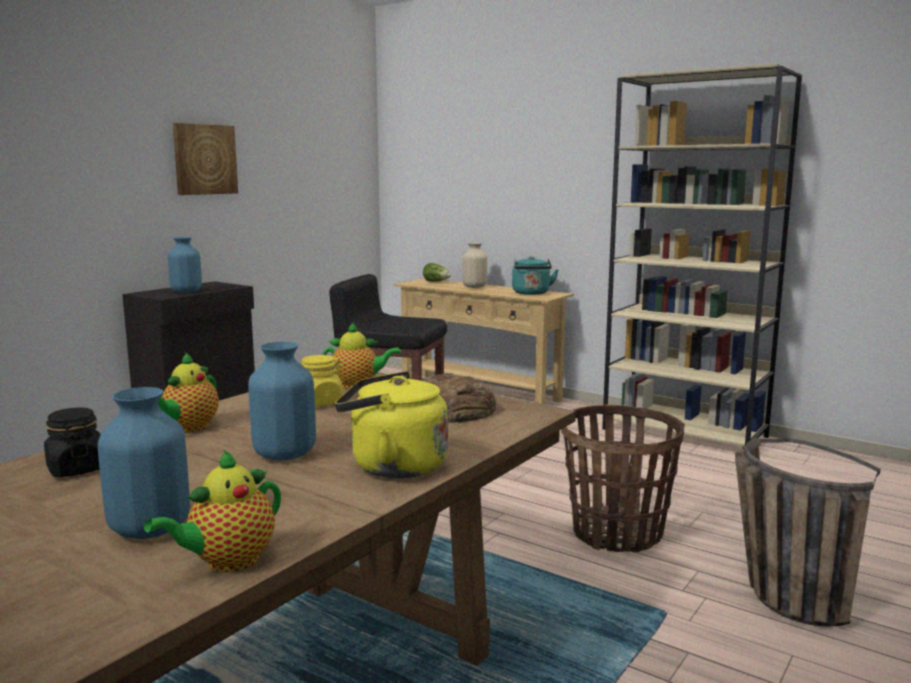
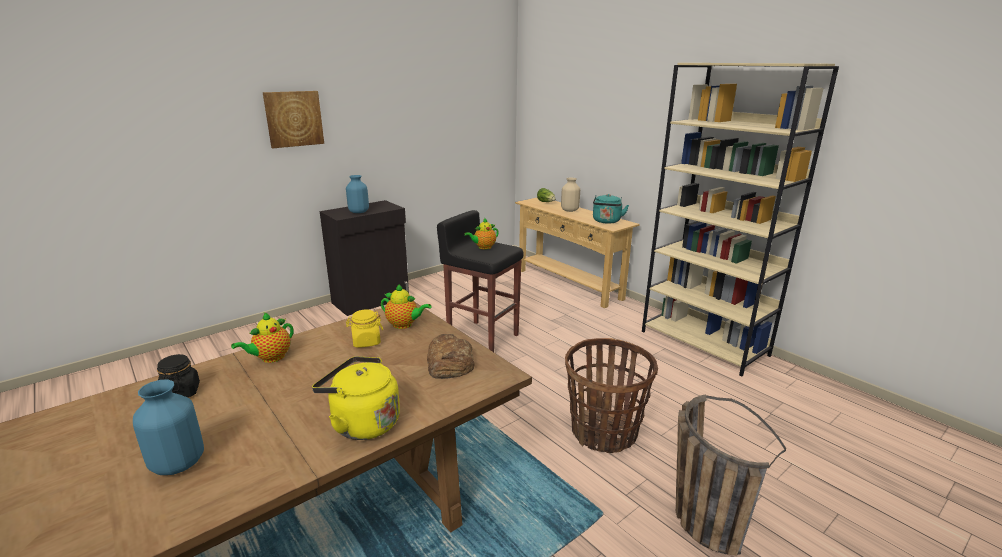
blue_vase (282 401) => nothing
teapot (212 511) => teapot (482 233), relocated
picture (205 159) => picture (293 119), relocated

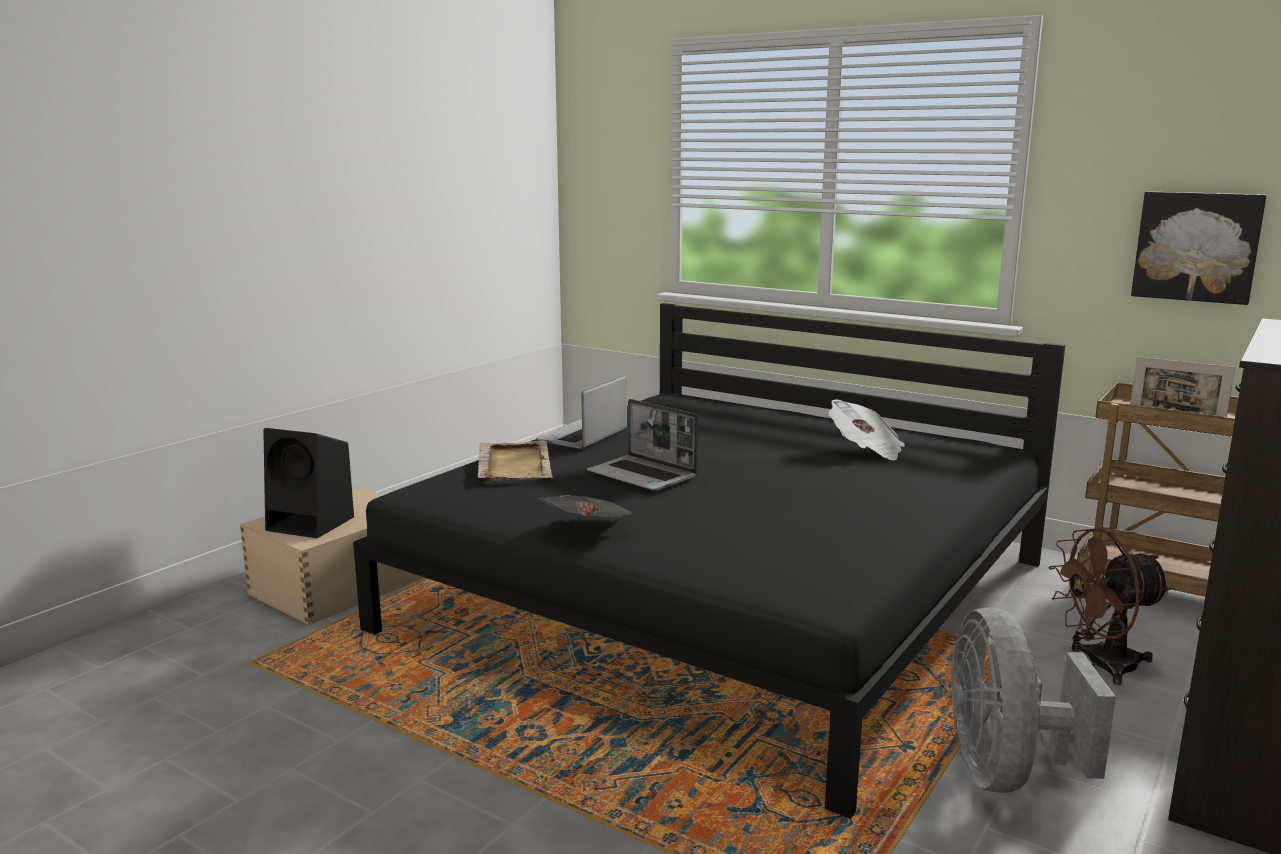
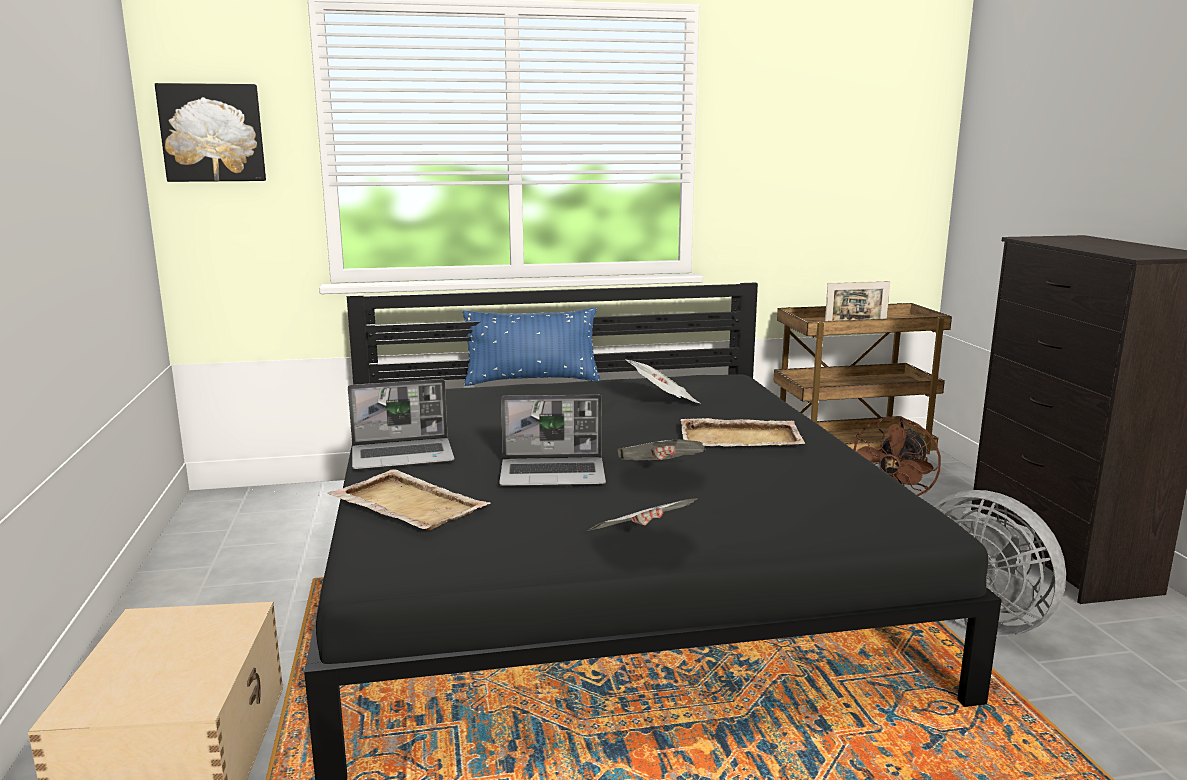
black_speaker (308 483) => nothing
nothing => blue_pillow (531 346)
nothing => newspaper (661 450)
nothing => beige_tray (743 432)
picture (1199 248) => picture (210 132), relocated
laptop (581 412) => laptop (401 424), 90 degrees counterclockwise

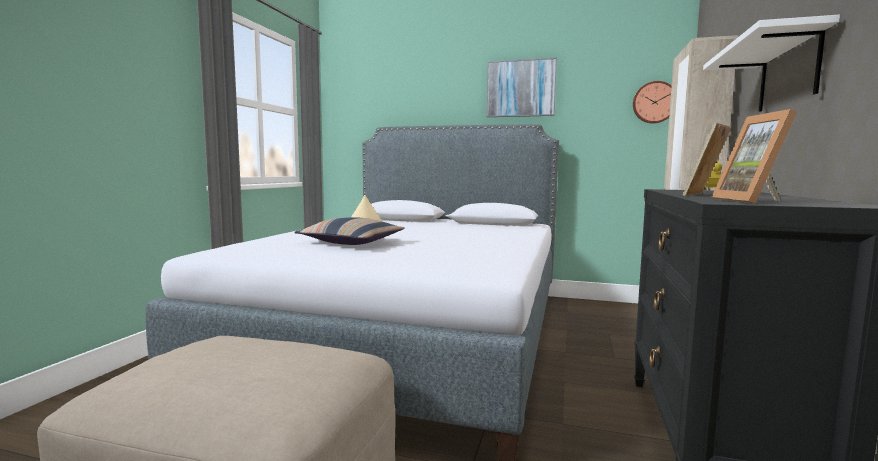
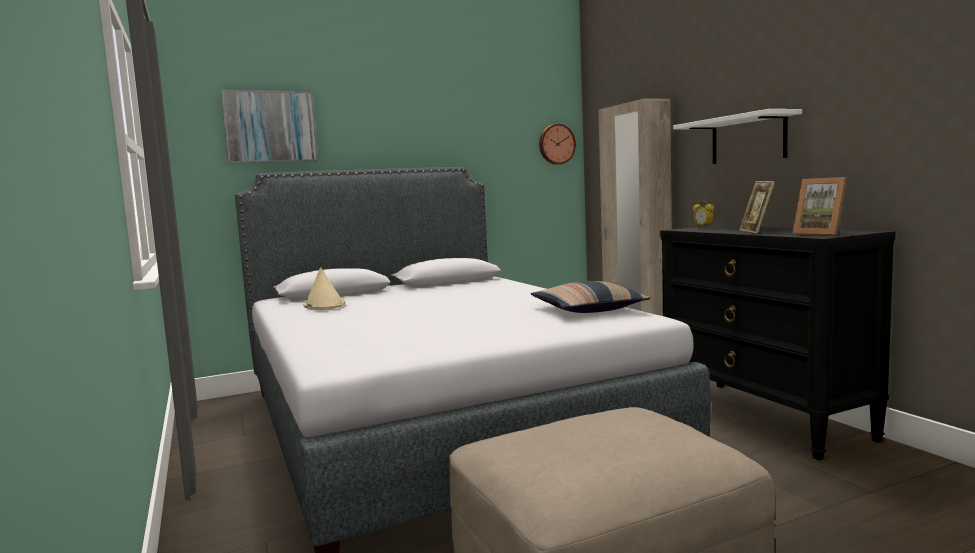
pillow (349 231) => pillow (590 297), relocated
picture (522 87) => picture (269 126), relocated

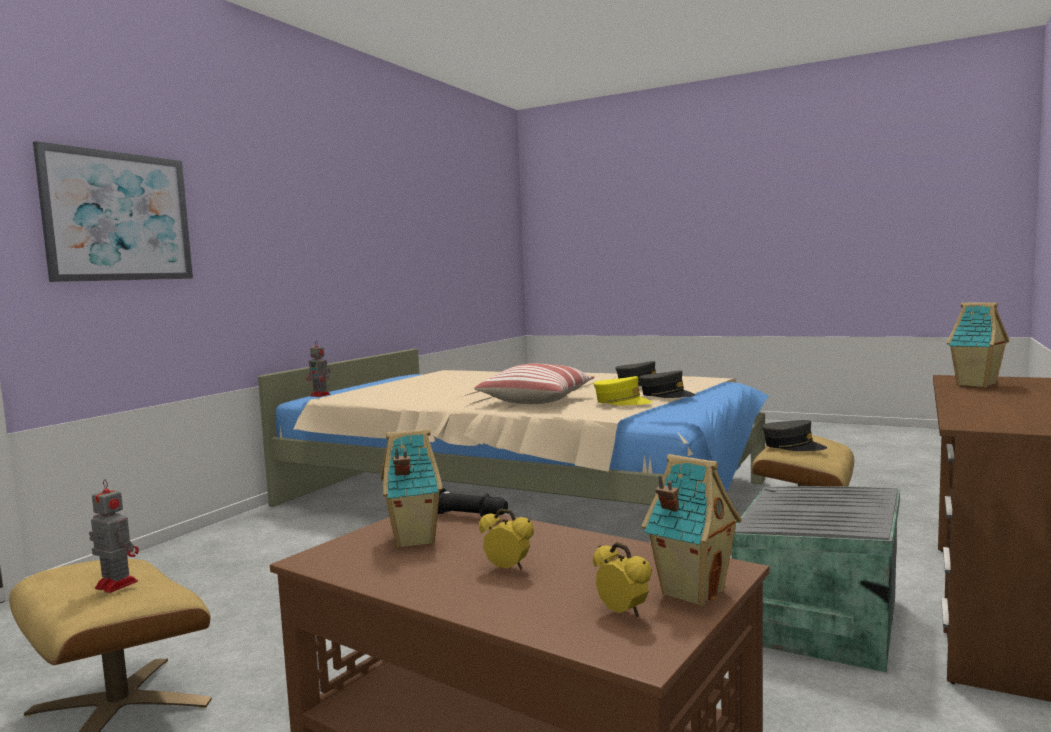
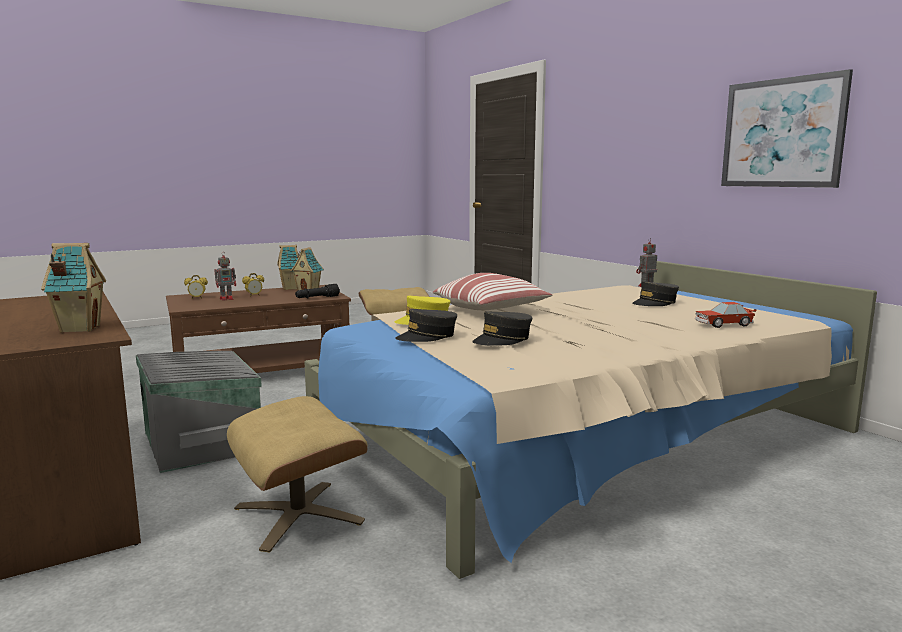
nothing => toy_car (726 315)
picture (113 211) => picture (787 128), relocated
toy_robot (114 536) => toy_robot (225 276), relocated
toy_house (692 530) => toy_house (287 267), relocated
grey_cap (794 435) => grey_cap (655 293), relocated

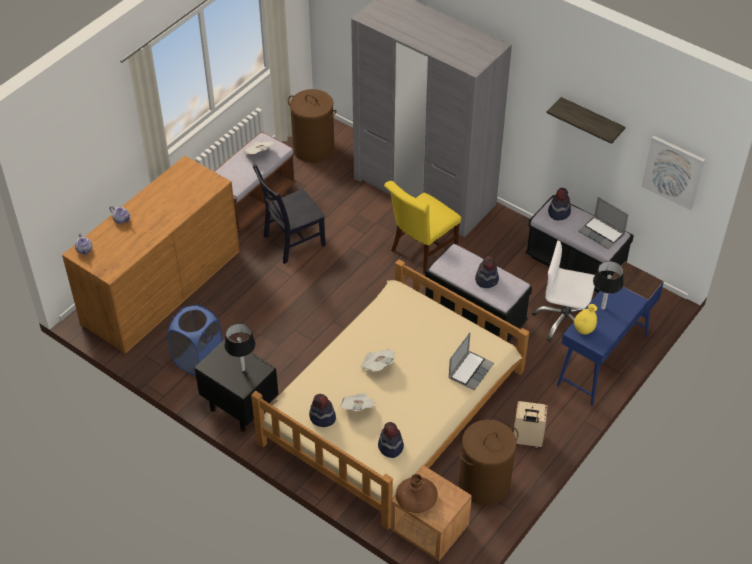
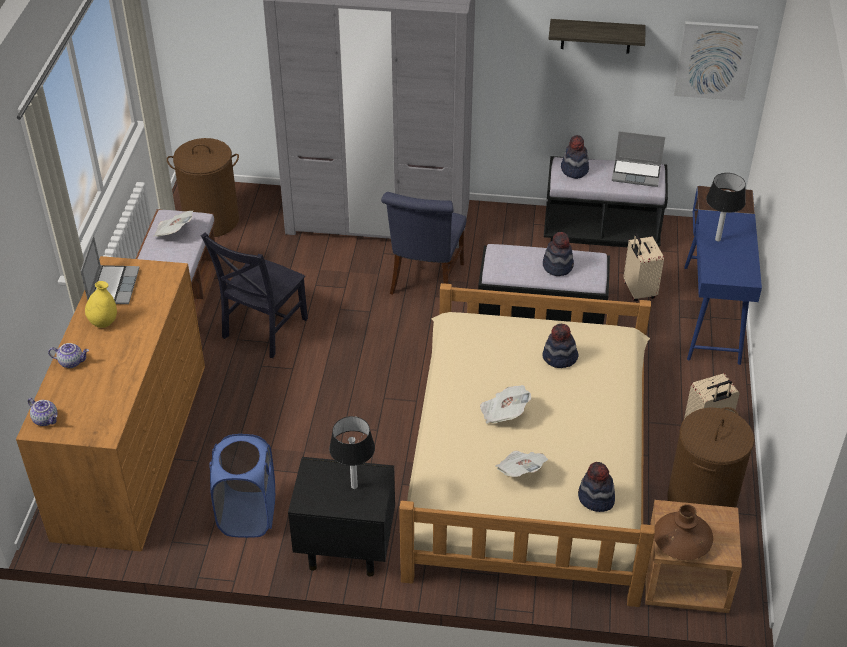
hat (322 410) => hat (560 346), relocated
laptop (471 361) => laptop (110 269), relocated
yellow_vase (585 319) => yellow_vase (101 304), relocated
white_office_chair (563 291) => beige_suitcase (644 267)
yellow_chair (422 227) => blue_chair (423 243)

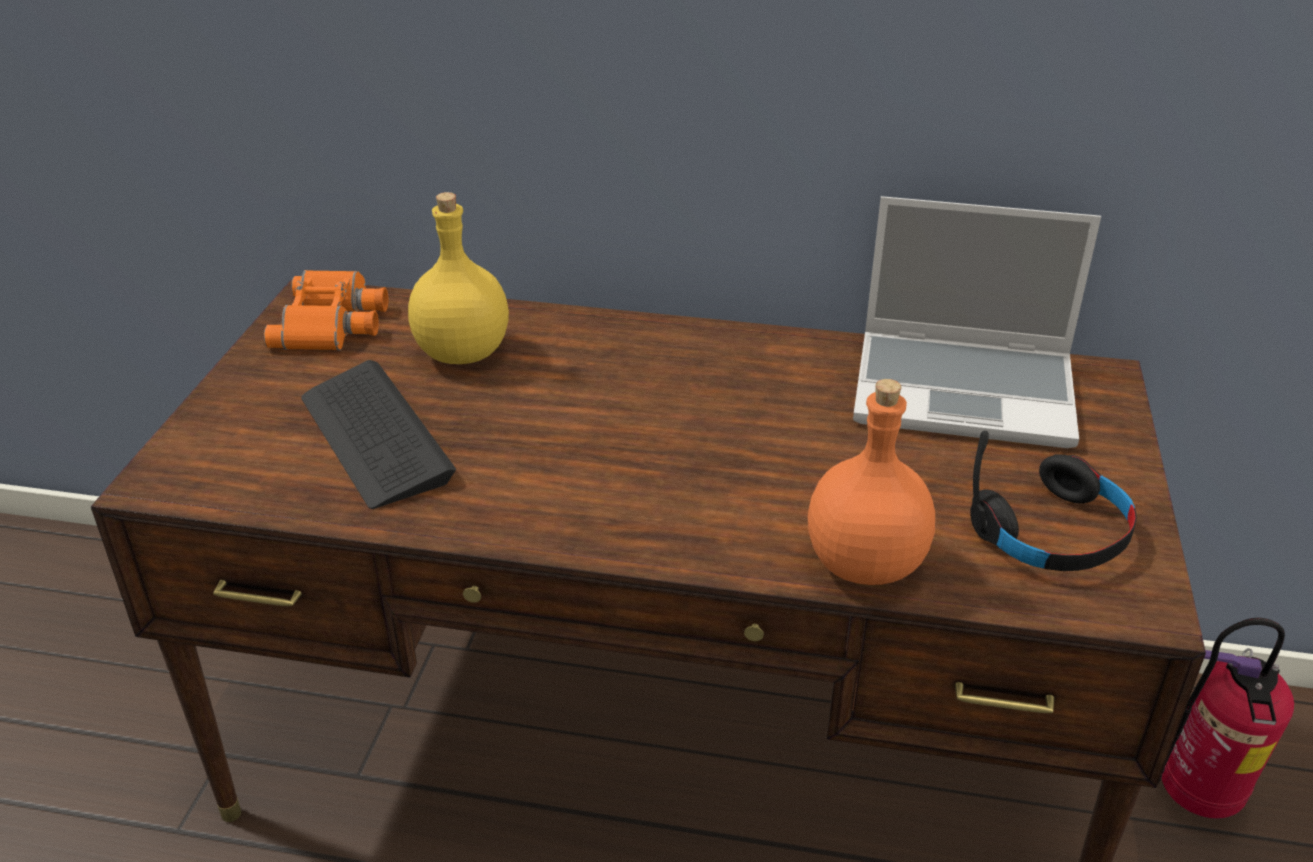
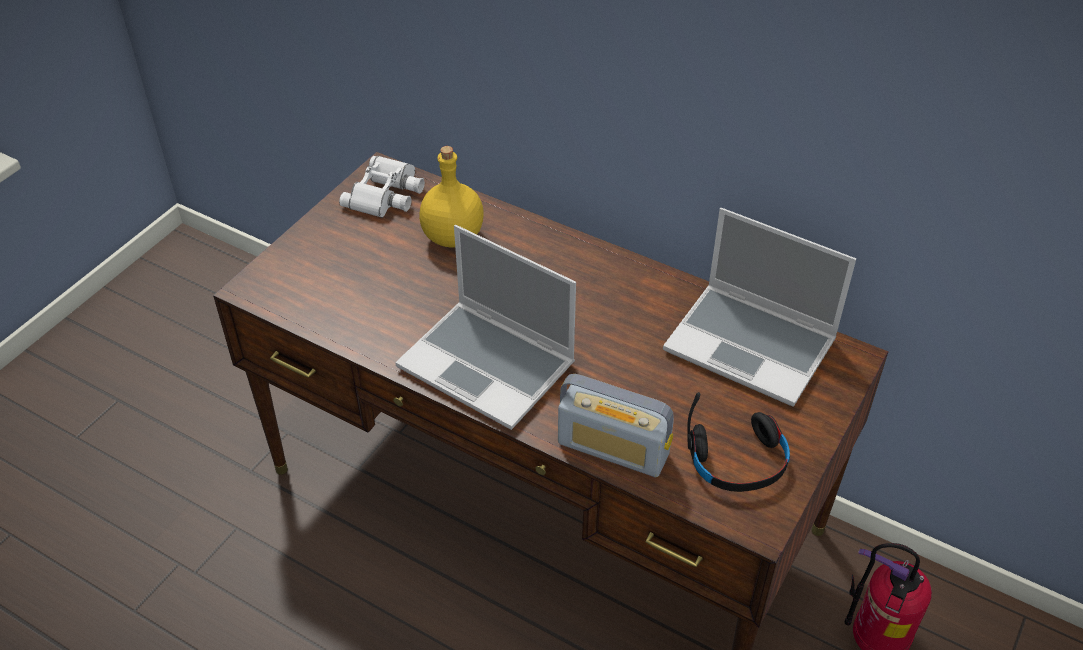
keyboard (378 434) => nothing
nothing => laptop (485 327)
orange_bottle (871 482) => radio (616 425)
orange_binoculars (326 310) => white_binoculars (382 187)

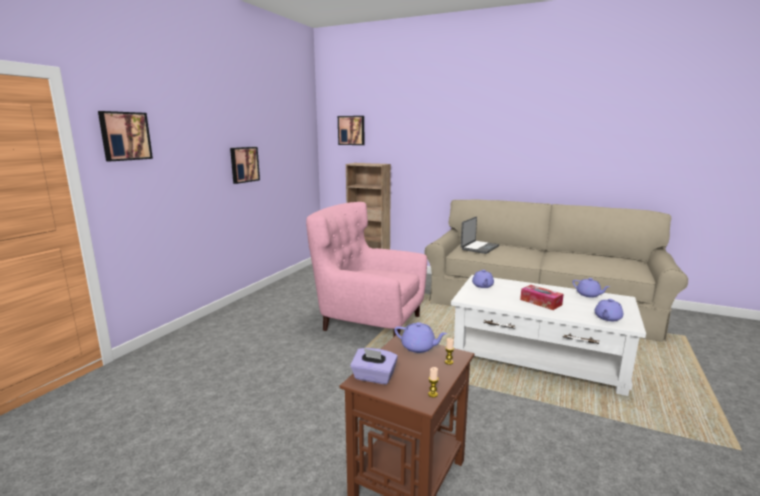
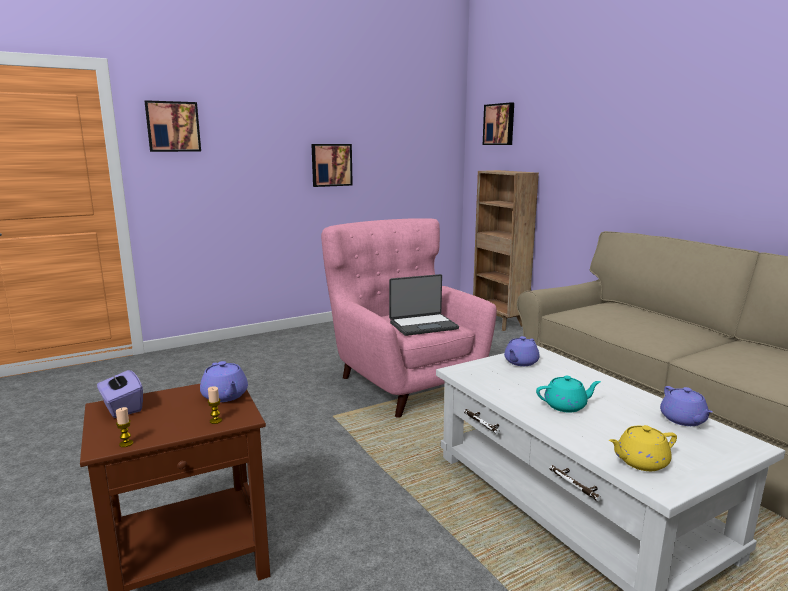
laptop (480 235) => laptop (424 305), relocated
tissue_box (542 297) => turquoise_teapot (568 394)
purple_teapot (609 310) => yellow_teapot (643 448)

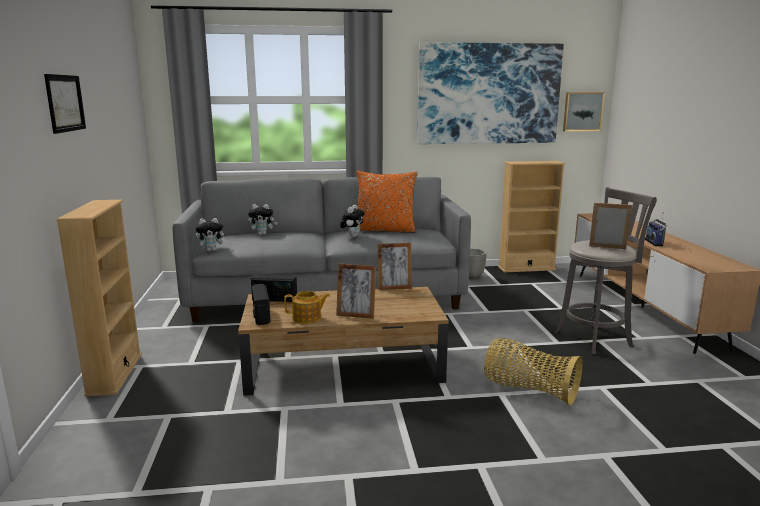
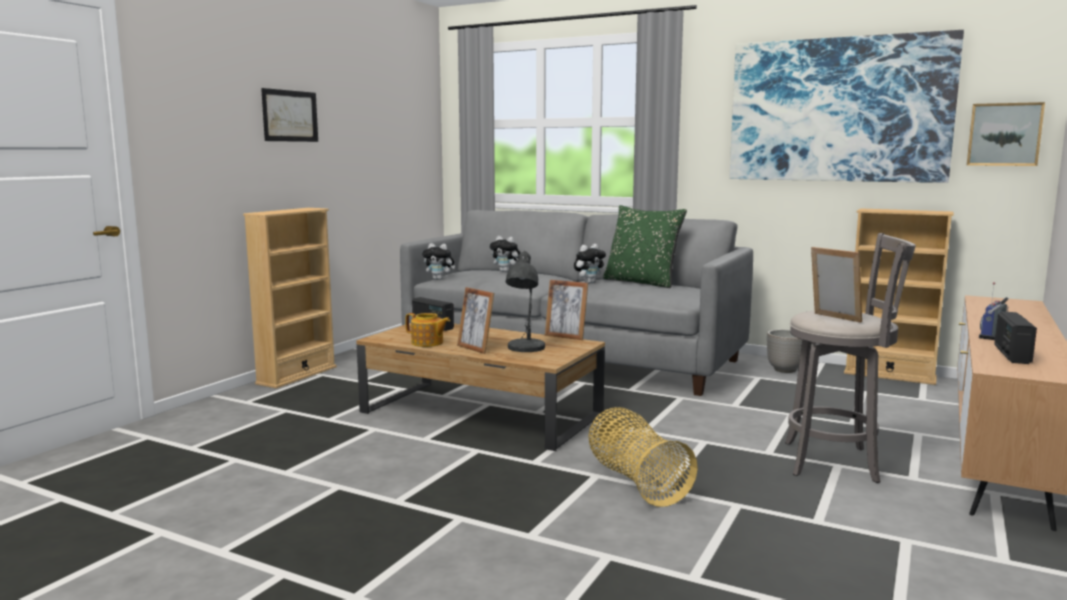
nothing => grey_table_lamp (525 301)
radio (261 304) => radio (1015 337), relocated
orange_pillow (386 202) => green_pillow (645 246)

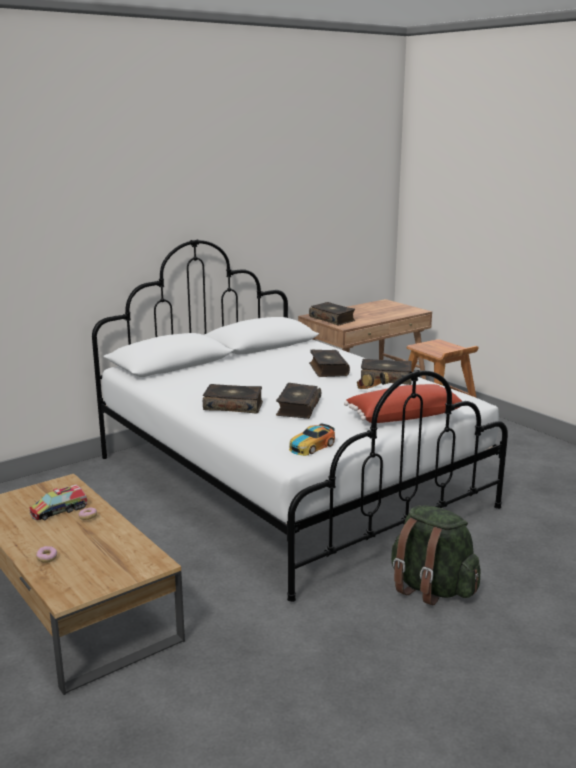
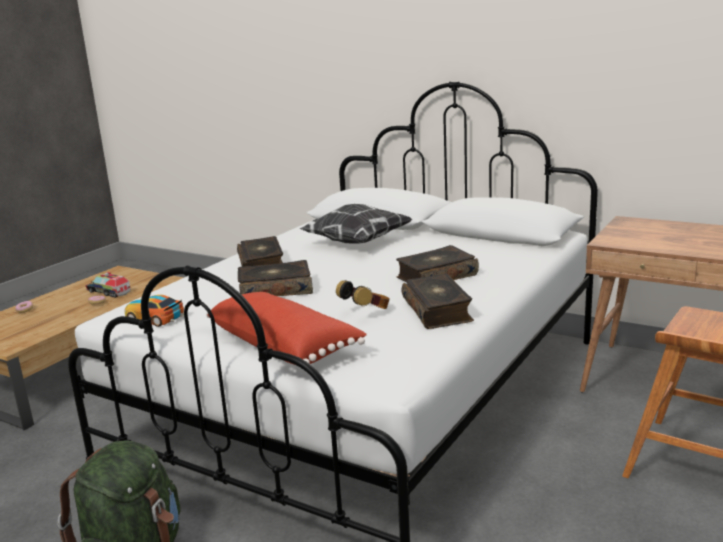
book (332 313) => nothing
nothing => pillow (356 224)

